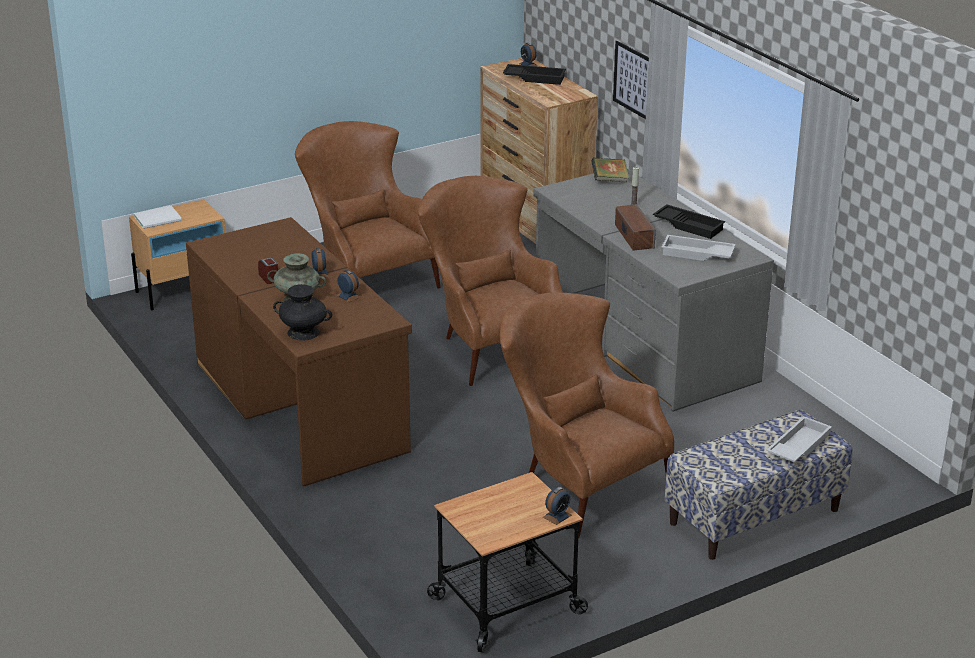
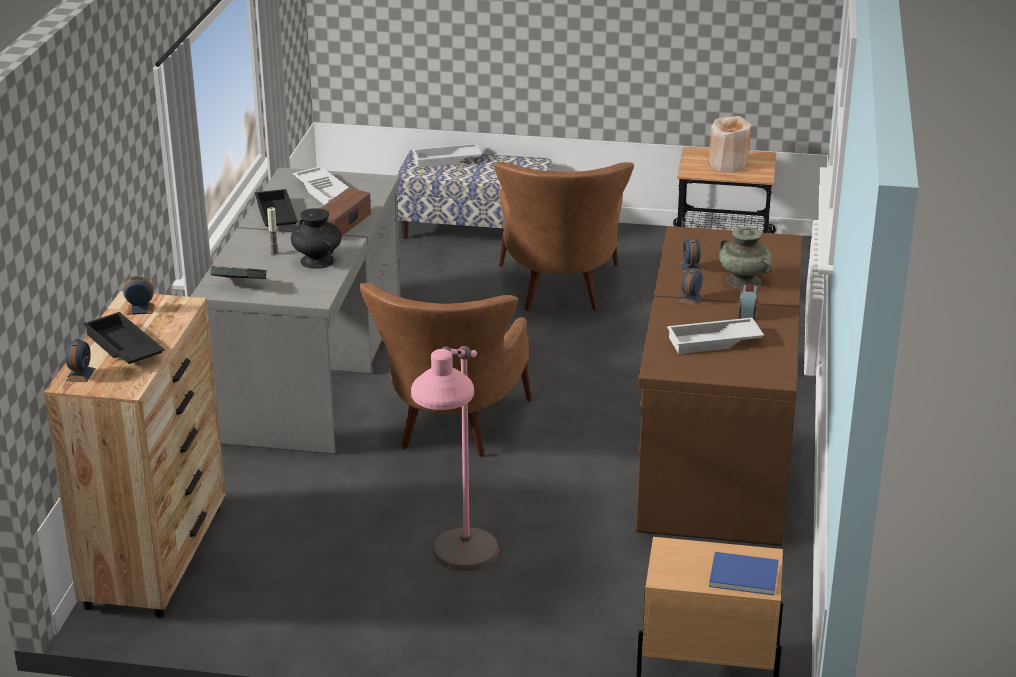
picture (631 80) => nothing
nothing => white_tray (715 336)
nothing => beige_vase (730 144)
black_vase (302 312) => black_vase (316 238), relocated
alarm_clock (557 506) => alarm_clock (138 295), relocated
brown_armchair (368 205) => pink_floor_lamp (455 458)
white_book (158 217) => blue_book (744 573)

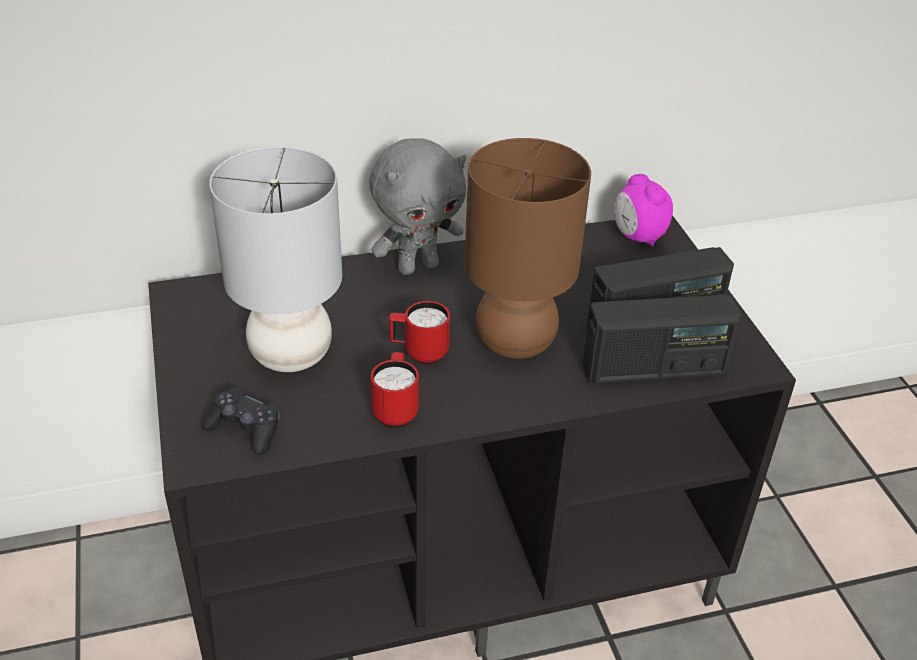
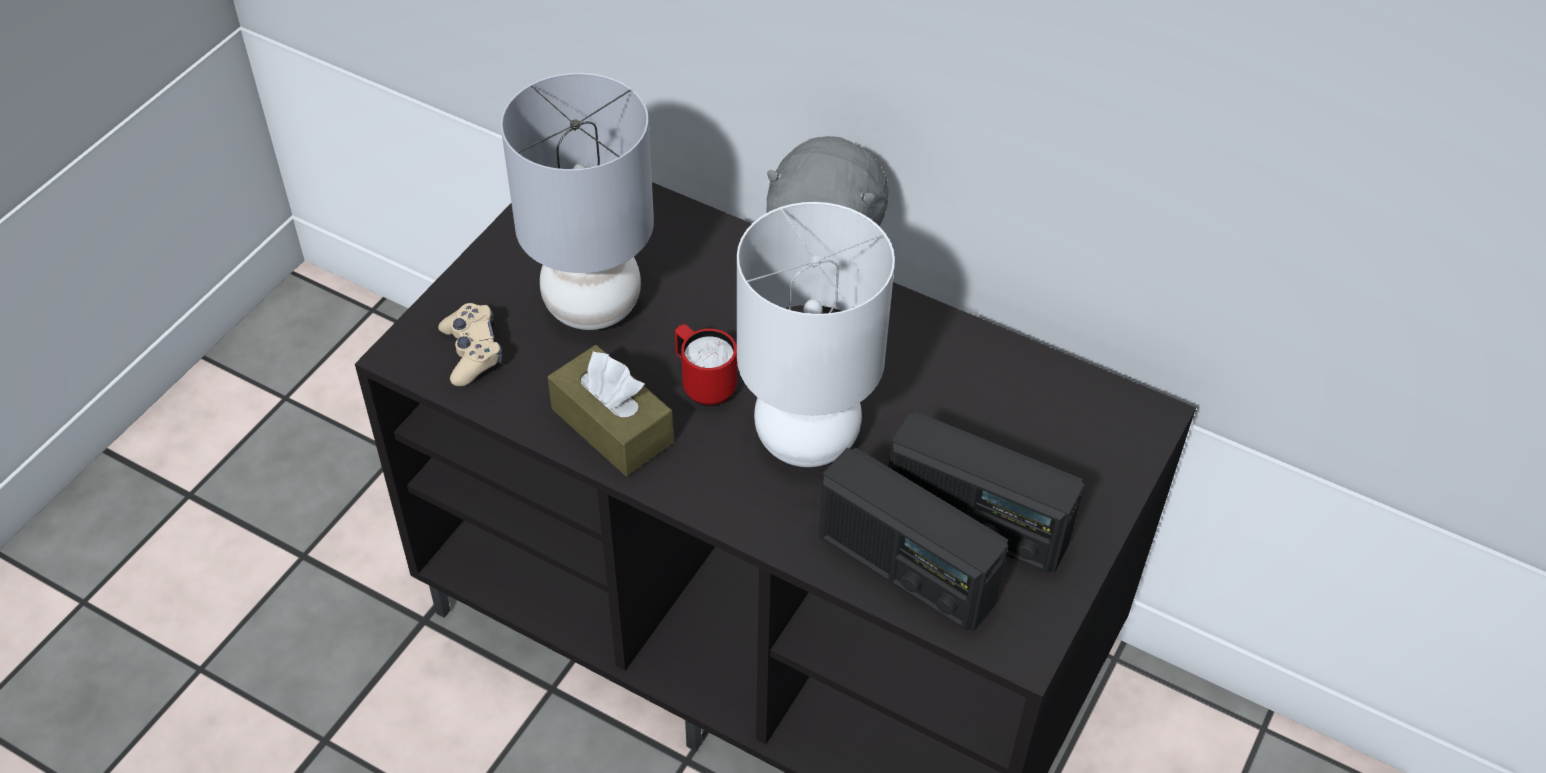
alarm_clock (643 210) => nothing
red_mug (395 389) => brown_tissue_box (611 410)
black_game_controller (240 421) => beige_game_controller (470 344)
brown_table_lamp (527 248) => white_table_lamp (816 334)

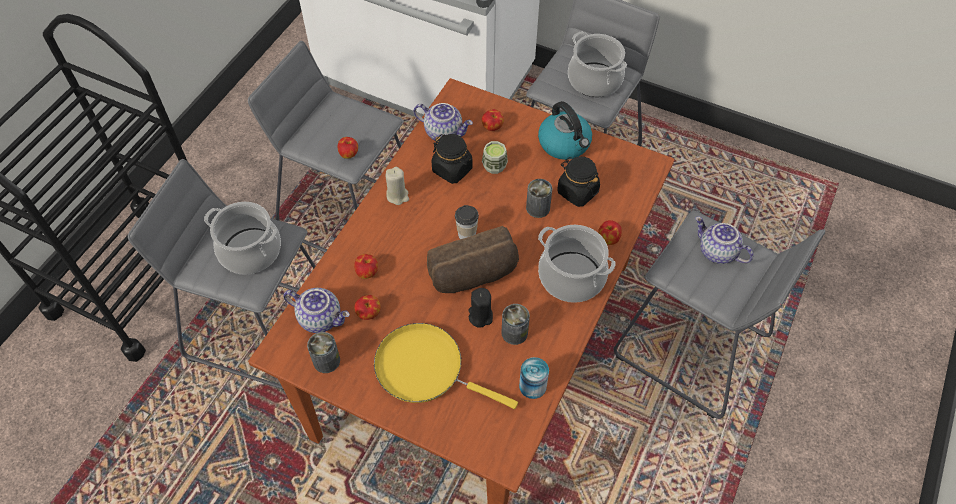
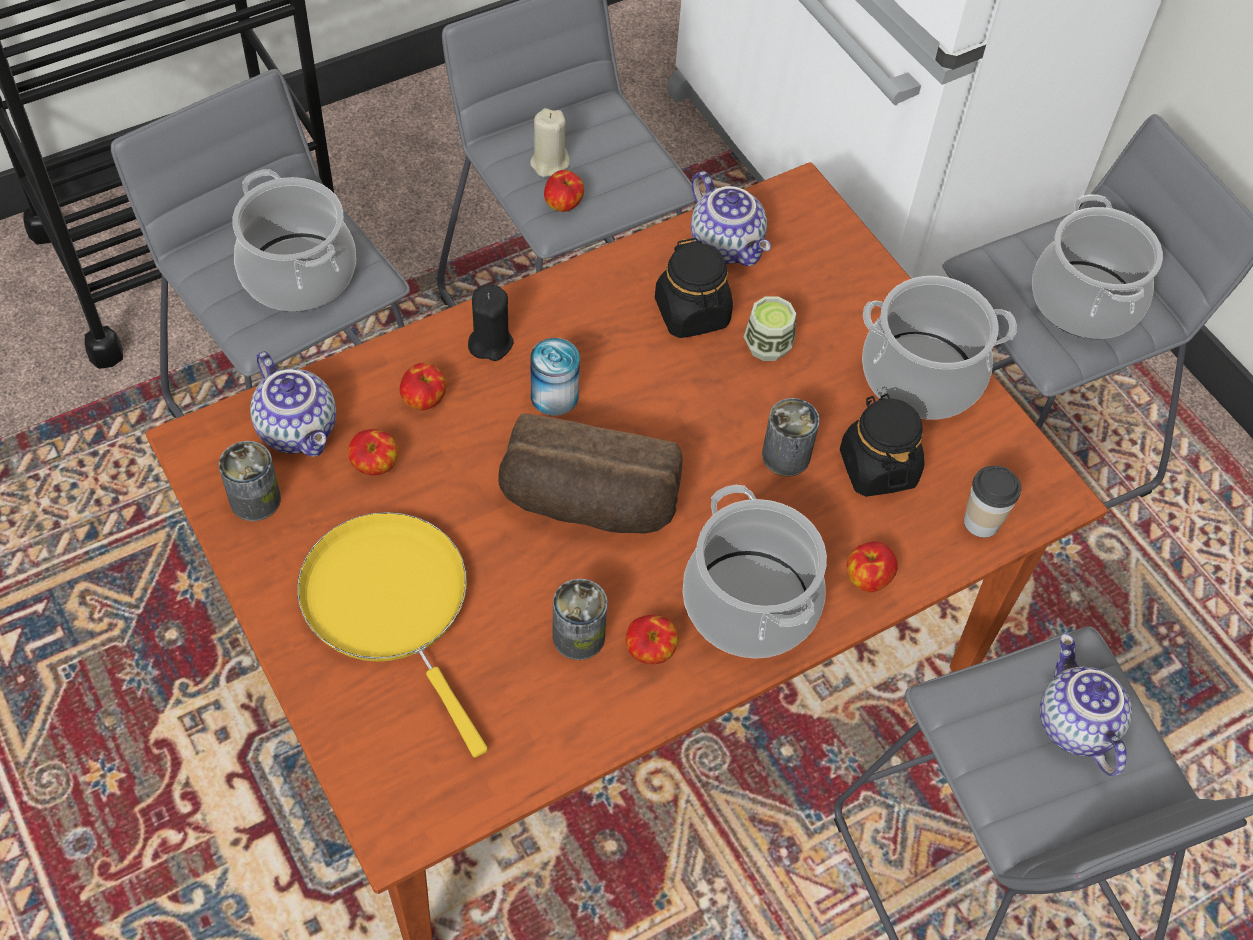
beige_candle (397 186) => beige_candle (550 142), relocated
cup (467 222) => cup (992 502), relocated
black_candle (480 308) => black_candle (491 323), relocated
apple (493 120) => apple (652 639), relocated
can (534 378) => can (555 377), relocated
kettle (565 130) => cooking_pot (939 348)

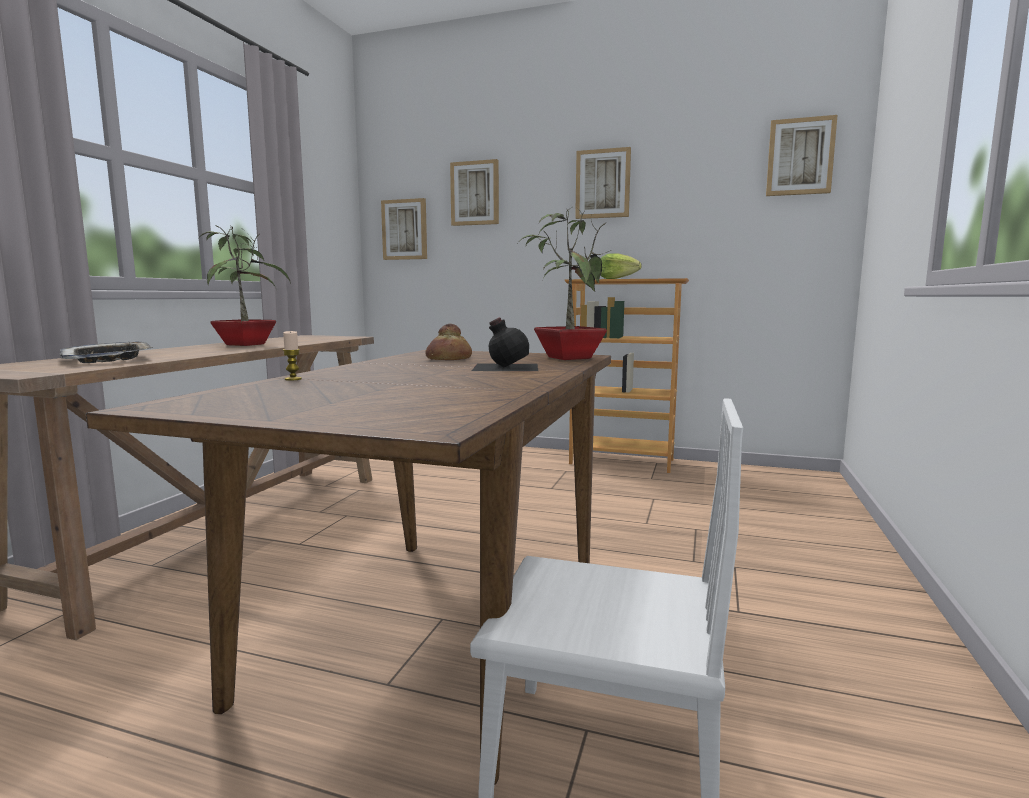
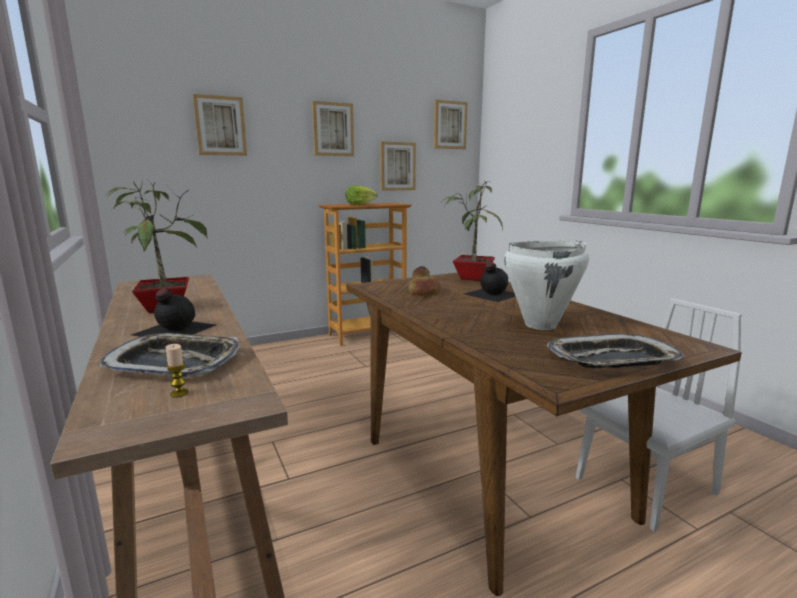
nothing => black_bottle (173 313)
nothing => white_cooking_pot (546 285)
nothing => tray (615 351)
candle (292 356) => candle (177 371), relocated
picture (404 229) => picture (398 166), relocated

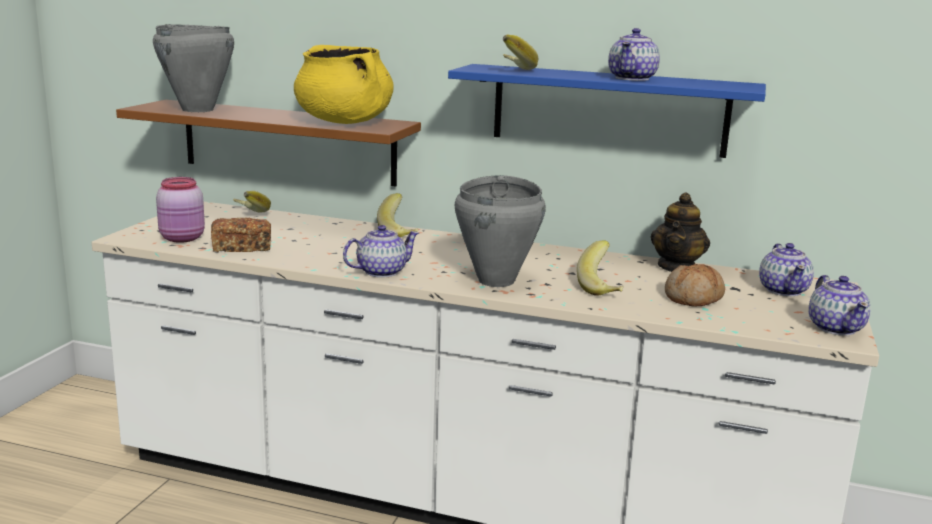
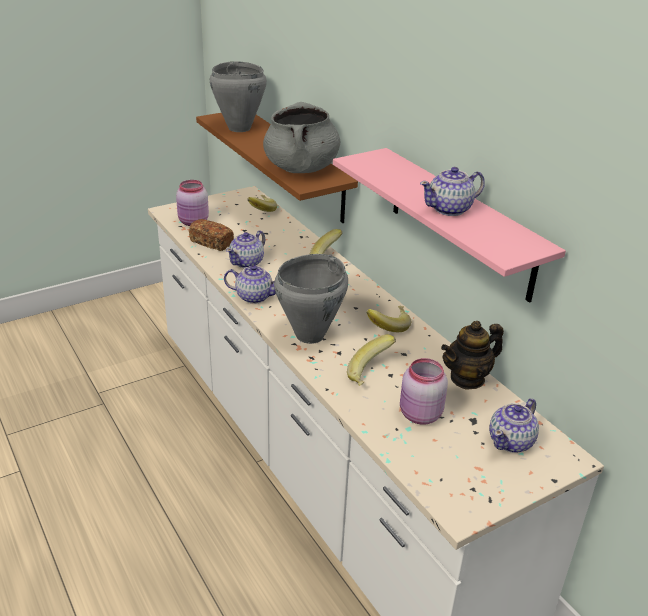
banana (520 52) => banana (388 319), relocated
teapot (839 305) => teapot (245 249), relocated
bread (695 285) => pink_jar (424 391)
yellow_cooking_pot (344 84) => grey_cooking_pot (301 137)
blue_shelf (607 111) => pink_shelf (449 225)

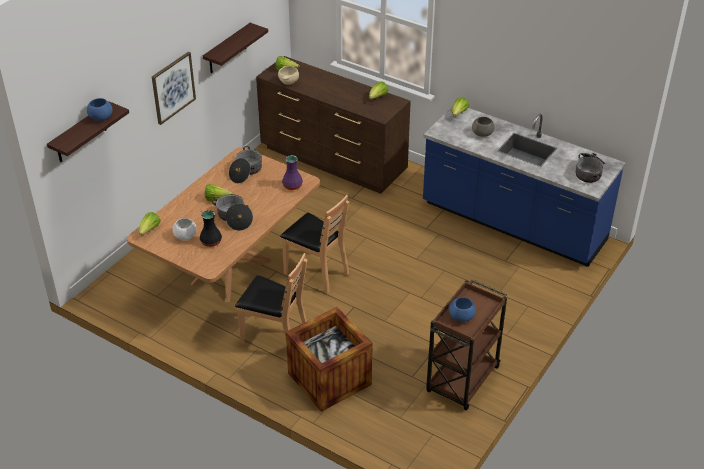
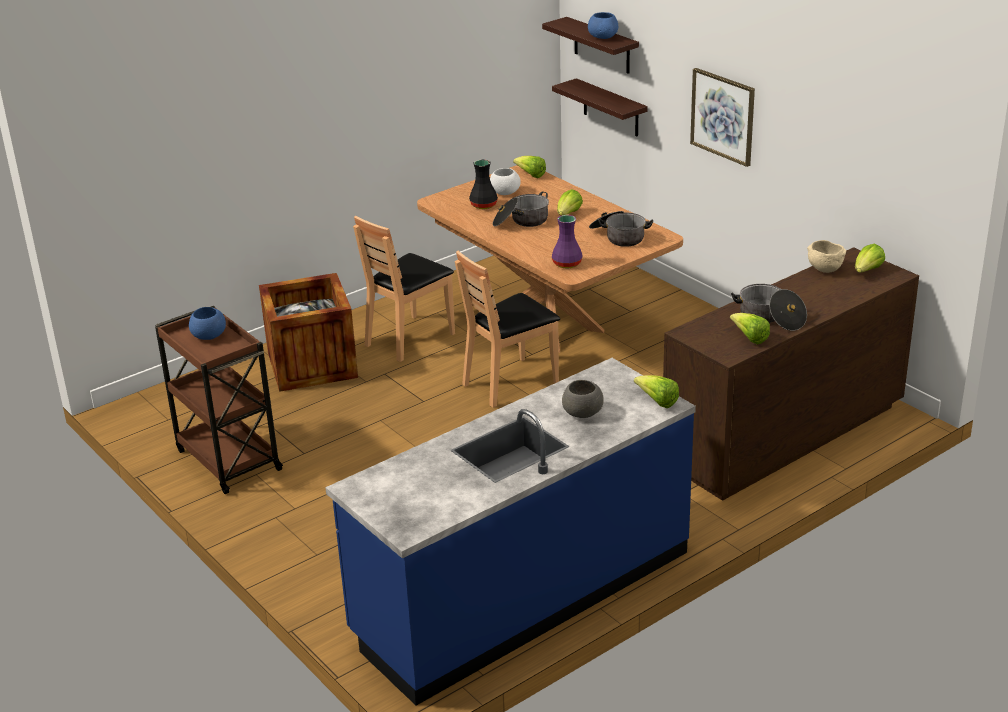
shelf (235 48) => shelf (600 107), relocated
cooking_pot (590 168) => cooking_pot (769 307), relocated

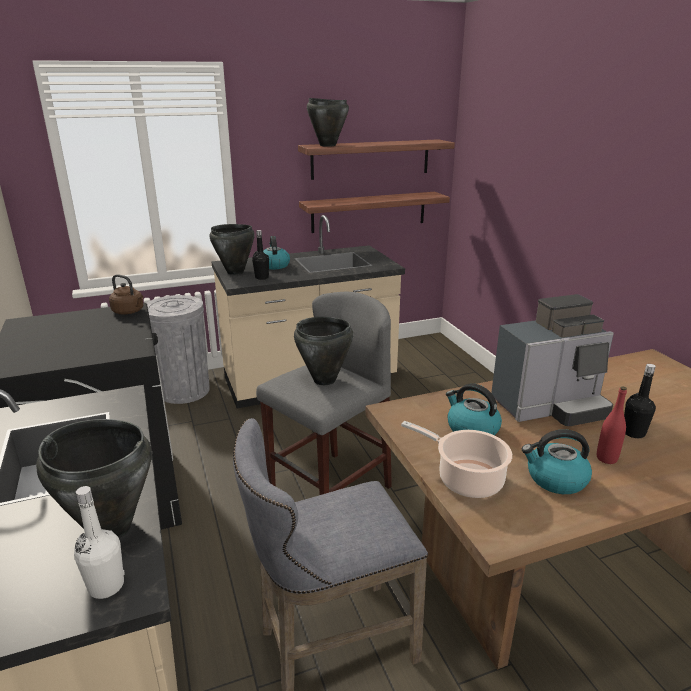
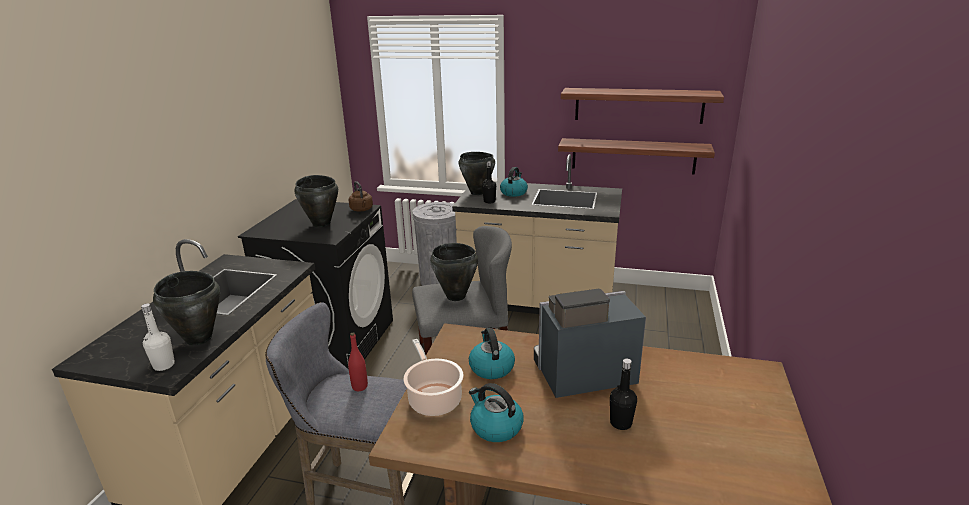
black_cooking_pot (328 122) => black_cooking_pot (316 201), relocated
red_bottle (612 425) => red_bottle (358 361), relocated
coffee_machine (552 360) => coffee_machine (590 343), 150 degrees clockwise

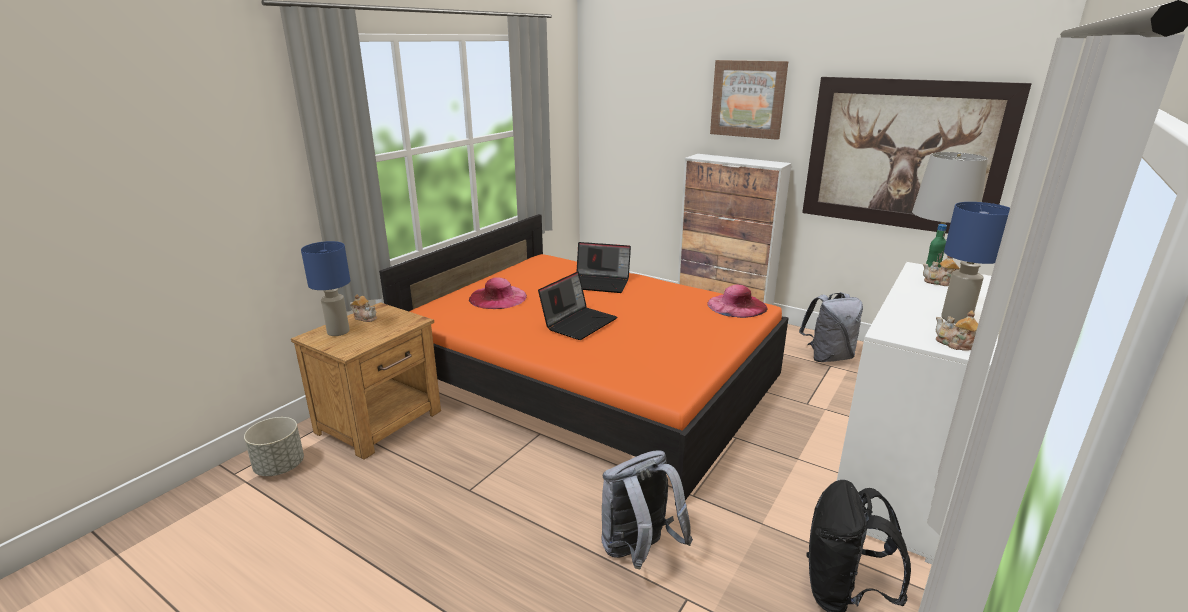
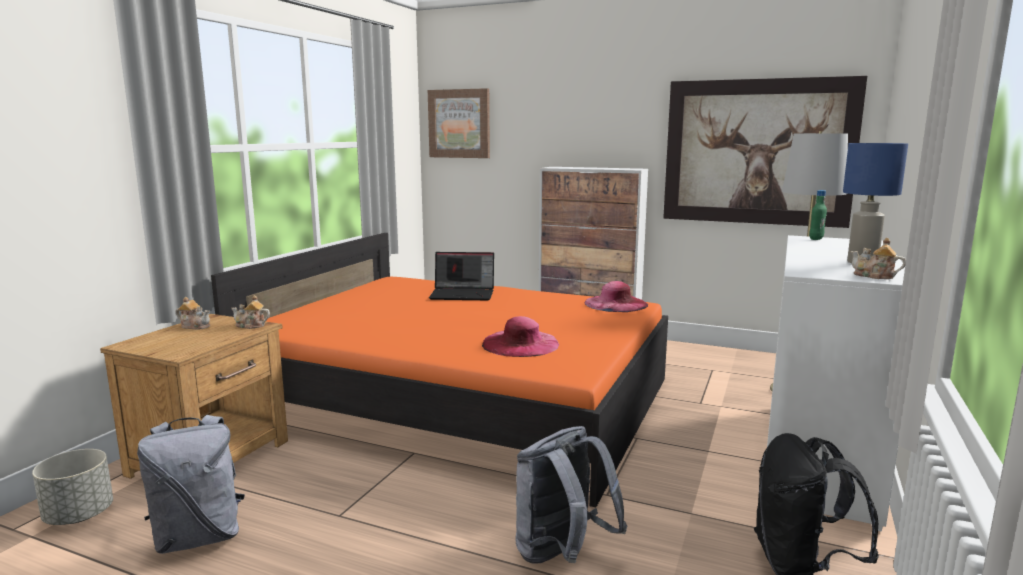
blue_table_lamp (326 288) => nothing
laptop (577 305) => nothing
pink_hat (498 293) => pink_hat (520 336), relocated
picture (749 100) => picture (459 123), relocated
grey_backpack (831 327) => grey_backpack (191 484), relocated
teapot (941 271) => teapot (250 312), relocated

